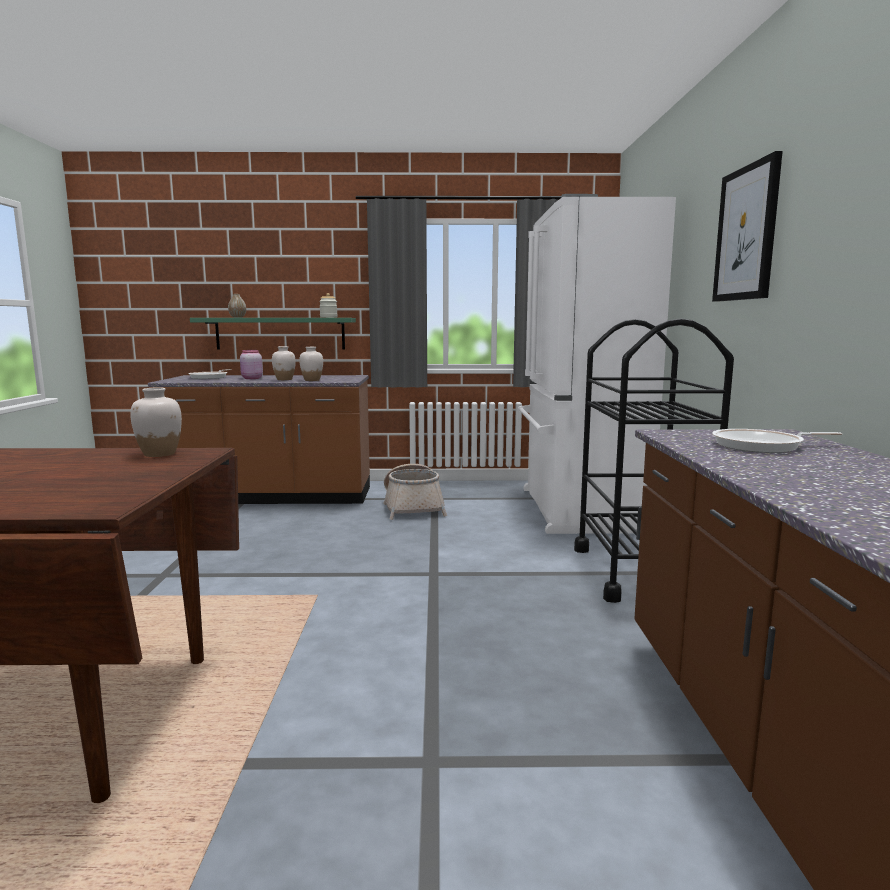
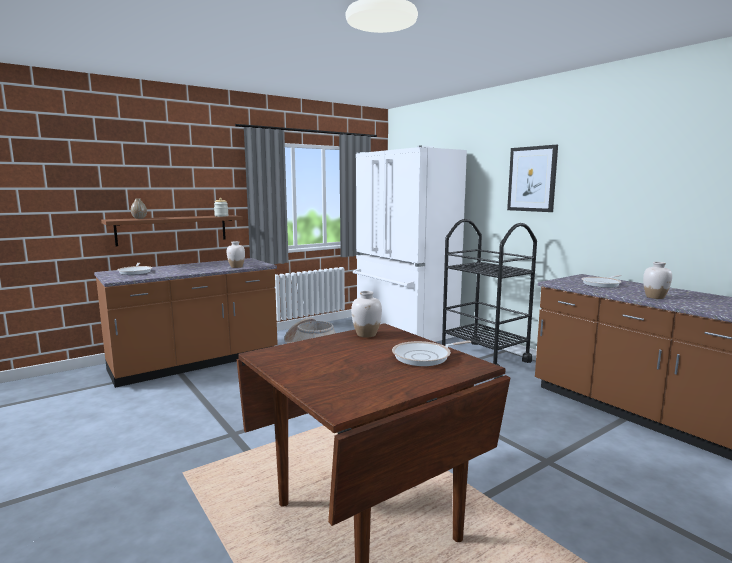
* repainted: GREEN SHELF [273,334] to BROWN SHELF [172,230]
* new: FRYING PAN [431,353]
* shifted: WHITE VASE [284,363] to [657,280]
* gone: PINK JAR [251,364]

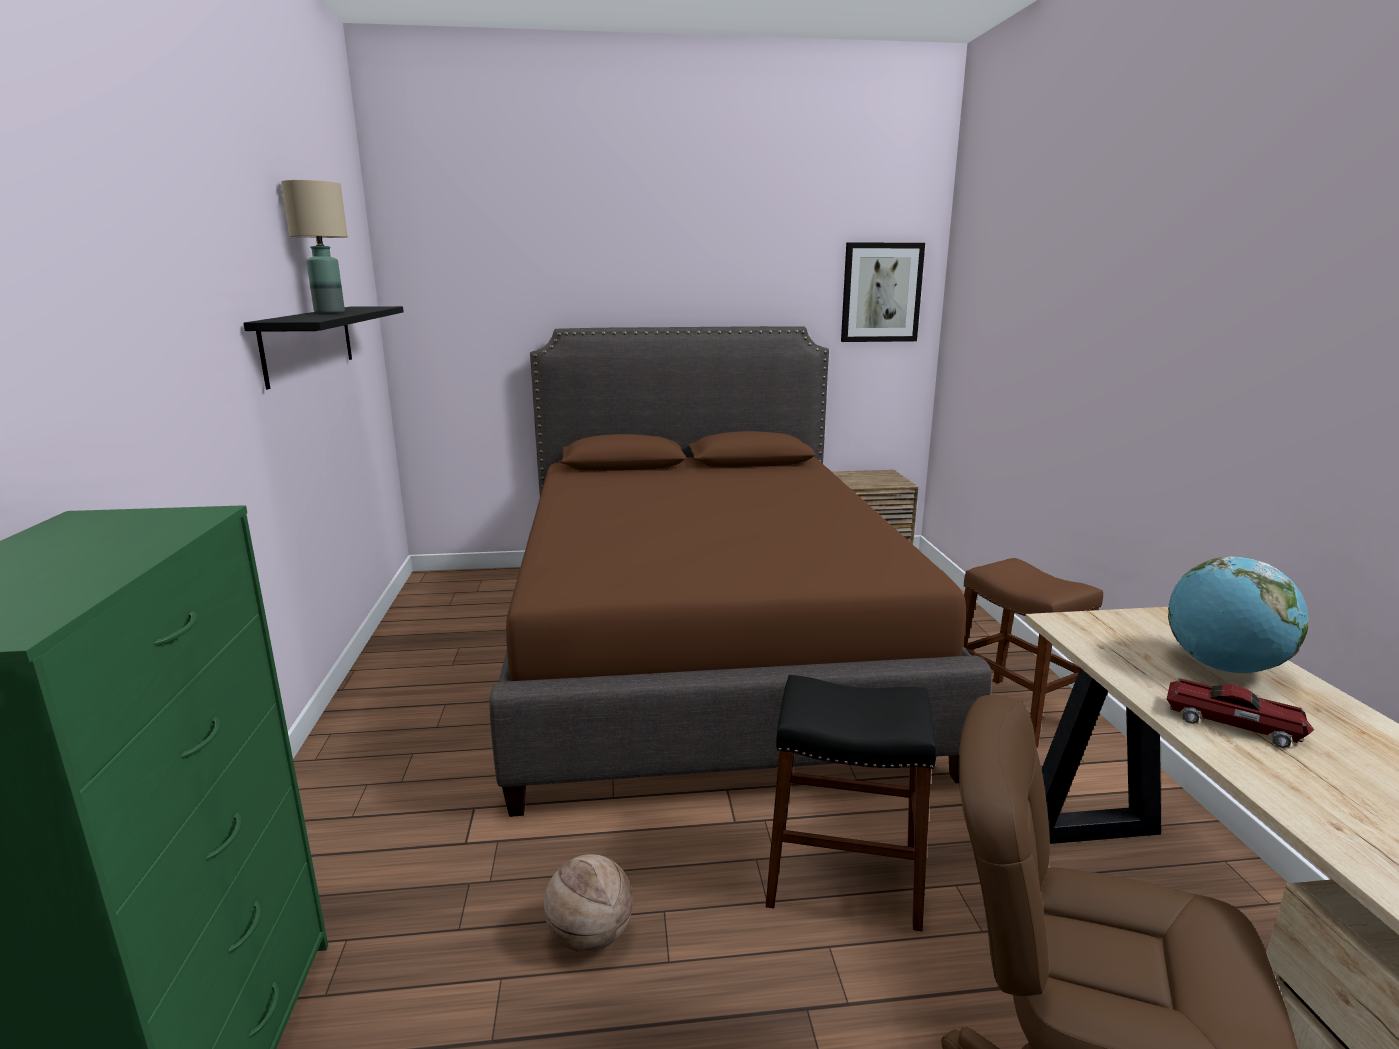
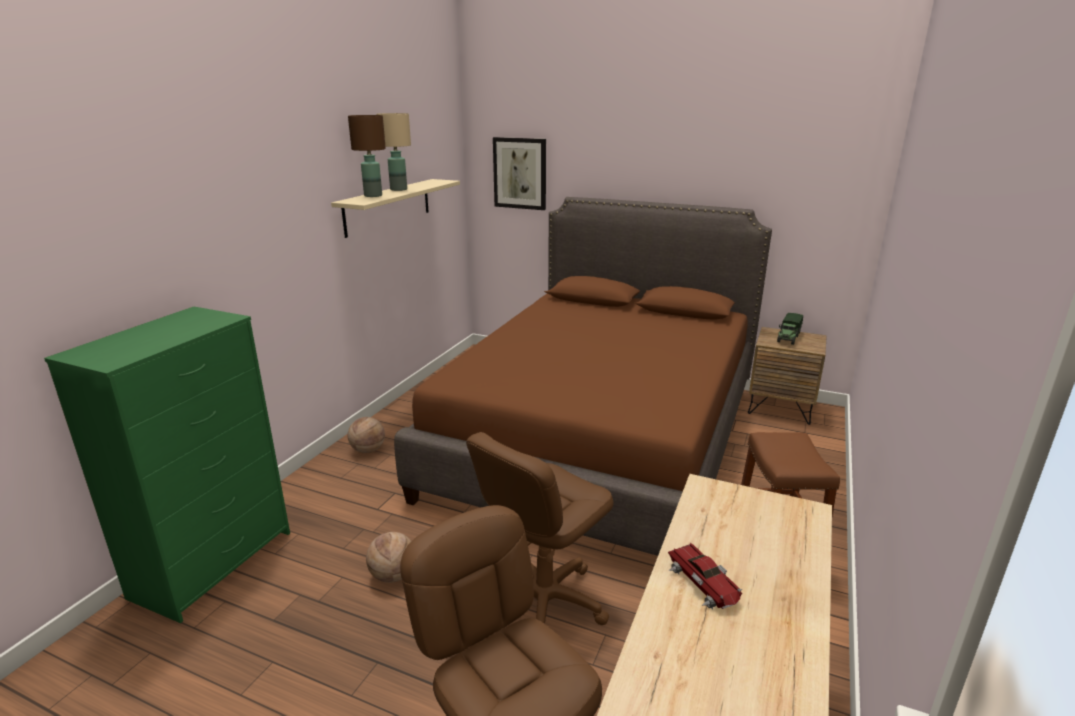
* repainted: BLACK SHELF [323,347] to BEIGE SHELF [395,208]
* new: BROWN TABLE LAMP [367,156]
* new: BASKETBALL [366,435]
* swapped: BLACK STOOL [851,803] to BROWN OFFICE CHAIR [539,528]
* shifted: PICTURE [883,292] to [519,173]
* new: TOY TRUCK [790,329]
* gone: GLOBE [1238,614]

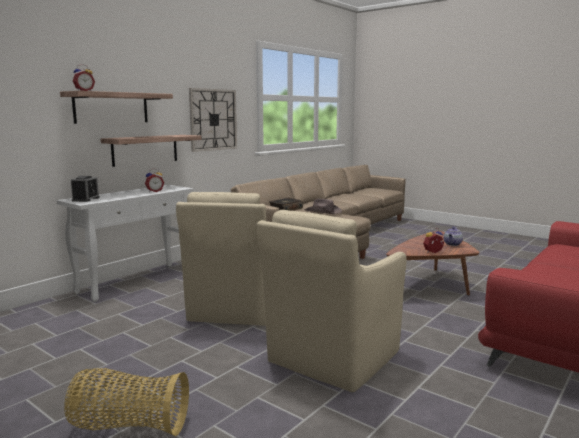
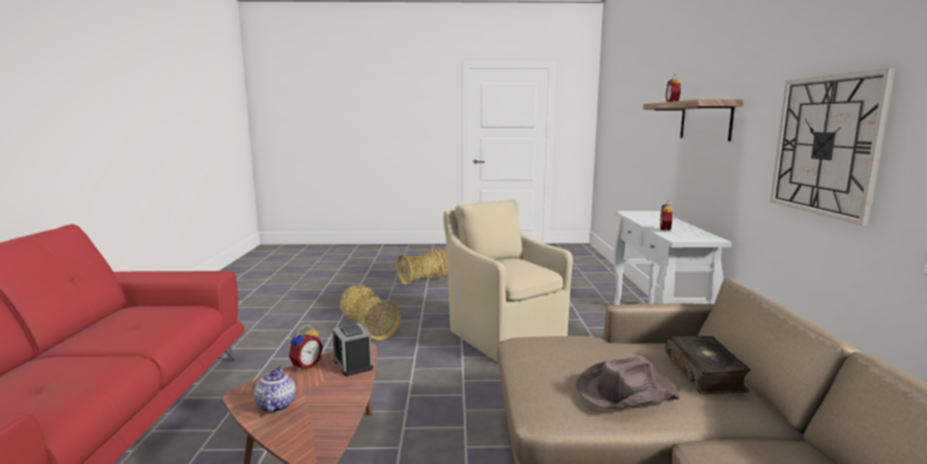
* shifted: ALARM CLOCK [85,189] to [352,349]
* swapped: BEIGE ARMCHAIR [332,301] to BASKET [370,312]
* gone: SHELF [150,151]

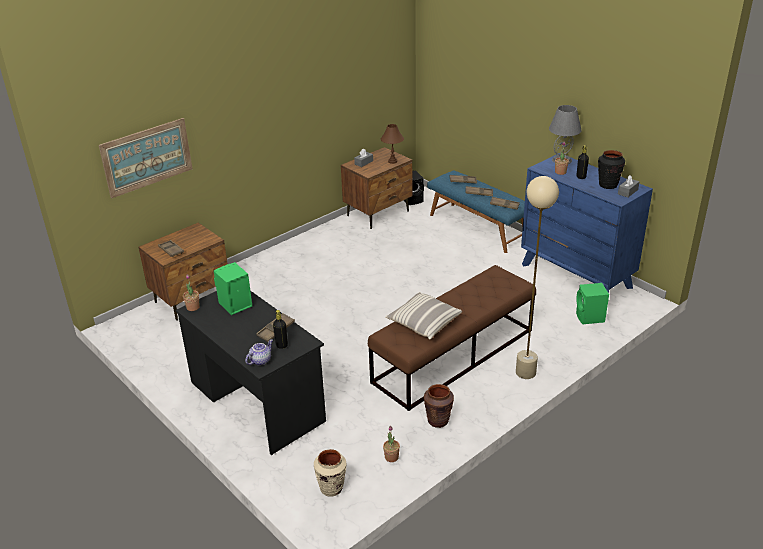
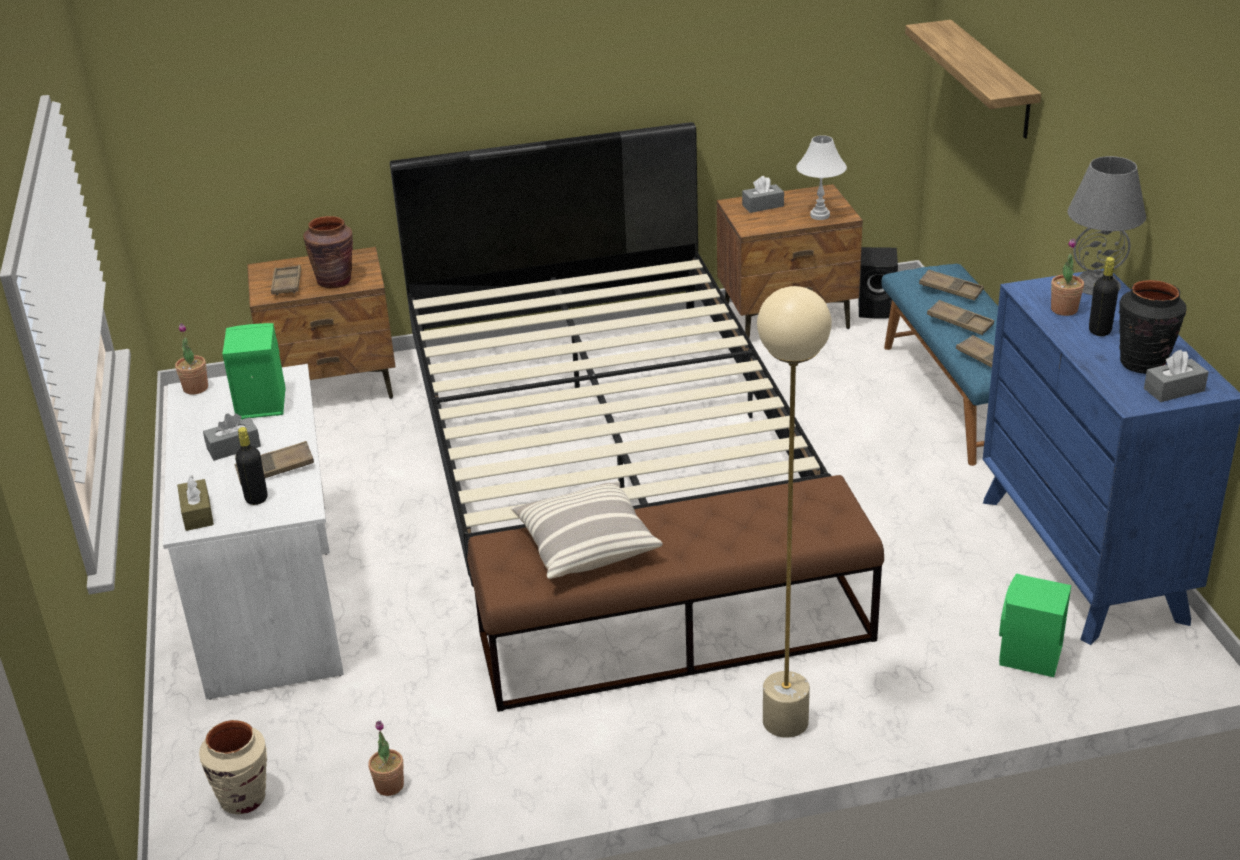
* repainted: BLACK DESK [251,373] to WHITE DESK [253,532]
* swapped: TEAPOT [259,352] to BROWN TISSUE BOX [195,503]
* new: GREY TISSUE BOX [232,437]
* shifted: BROWN VASE [439,406] to [328,252]
* new: BLACK BED [611,354]
* repainted: BROWN TABLE LAMP [392,144] to WHITE TABLE LAMP [821,177]
* new: SHELF [973,79]
* gone: PICTURE [146,158]

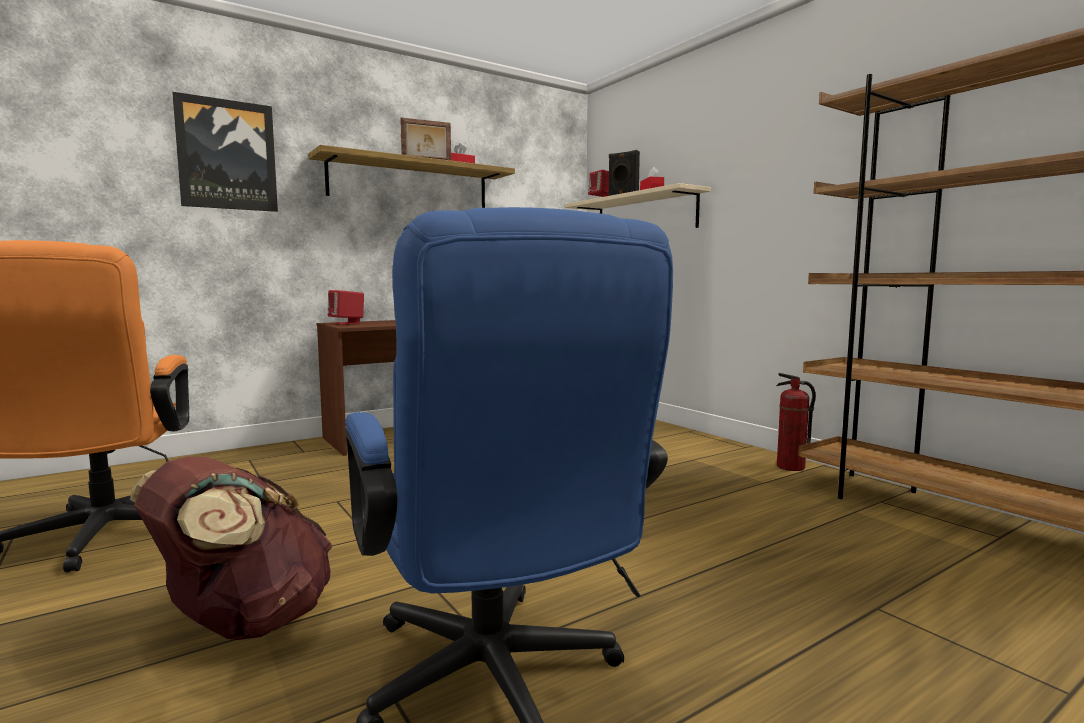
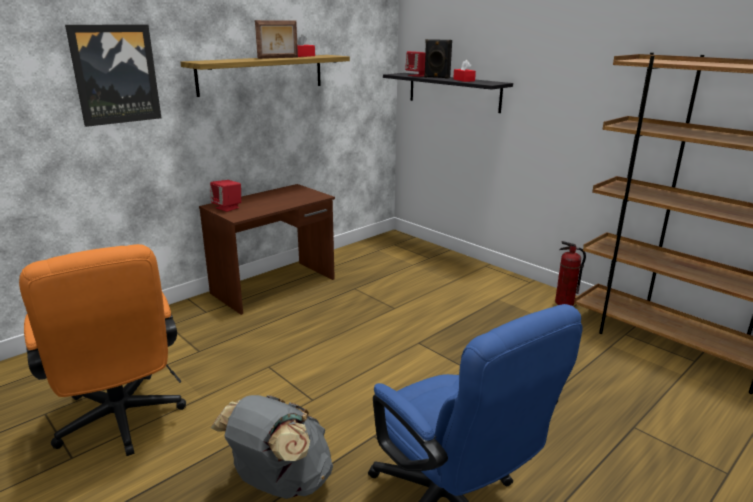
* repainted: BROWN BACKPACK [231,548] to GREY BACKPACK [272,447]
* repainted: BEIGE SHELF [637,205] to BLACK SHELF [448,93]

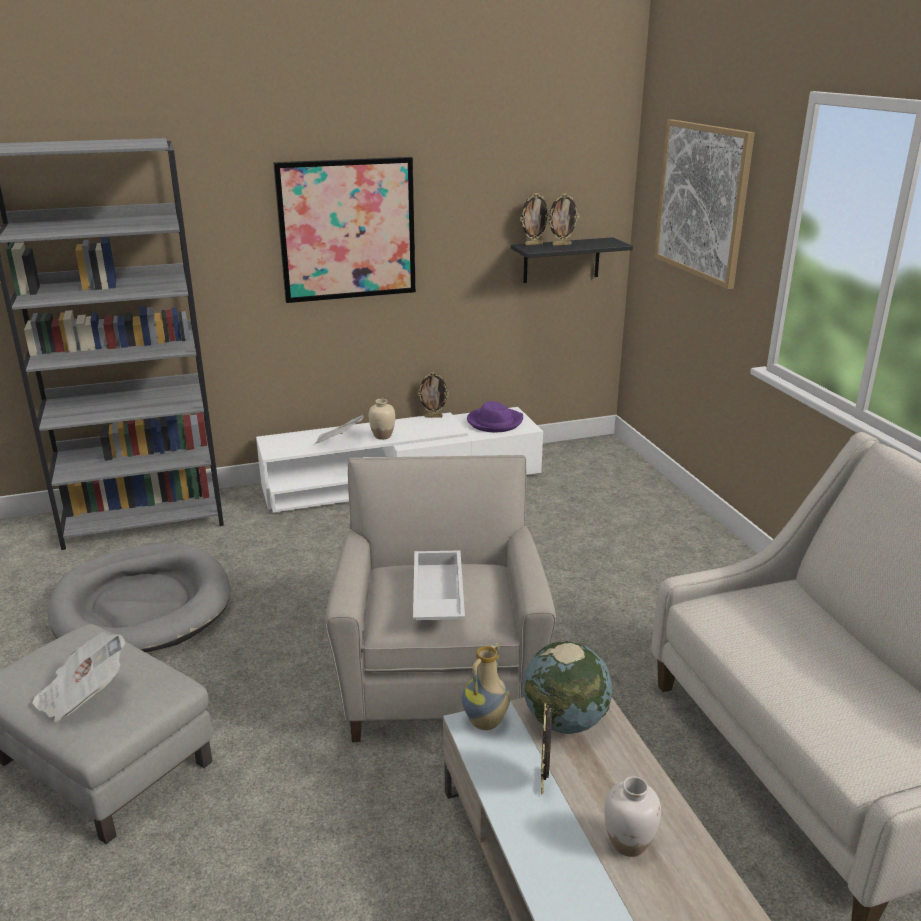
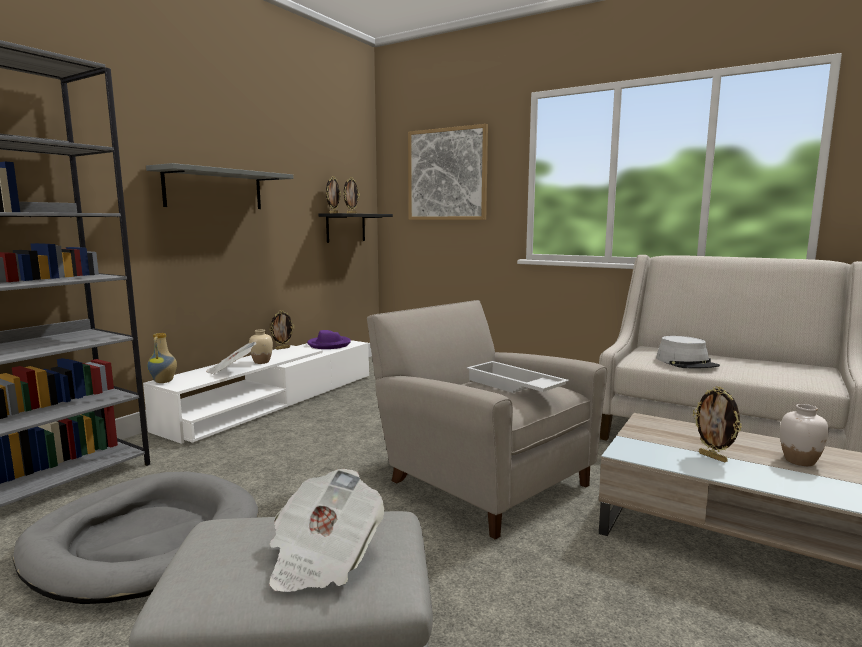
* swapped: PICTURE [344,230] to GREY SHELF [219,186]
* shifted: VASE [486,686] to [162,358]
* new: GREY HAT [688,352]
* gone: GLOBE [567,687]

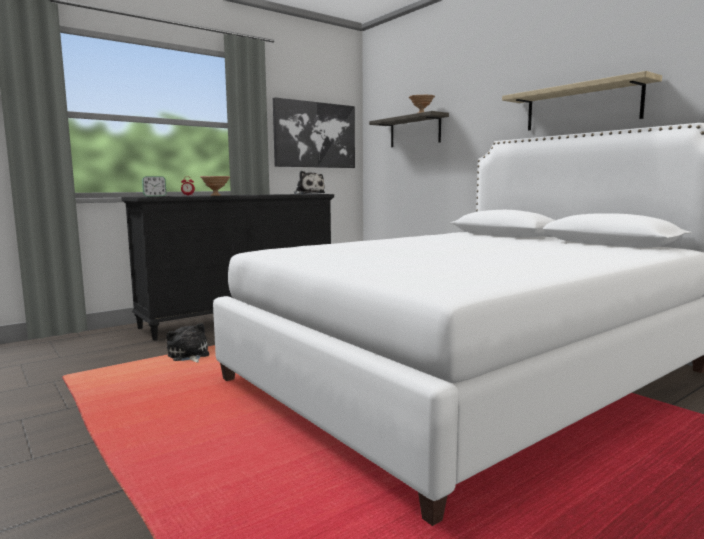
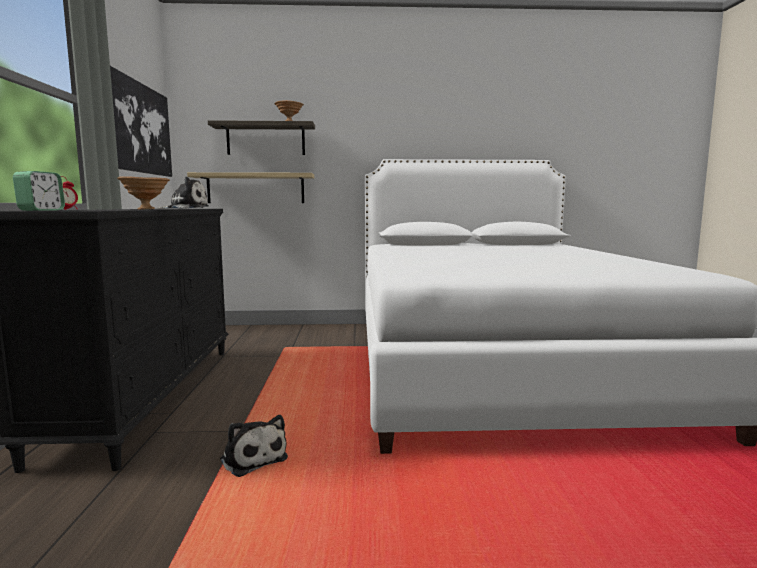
* shifted: SHELF [582,101] to [250,187]
* rotated: PLUSH TOY [187,343] = [254,446] 135 degrees counterclockwise

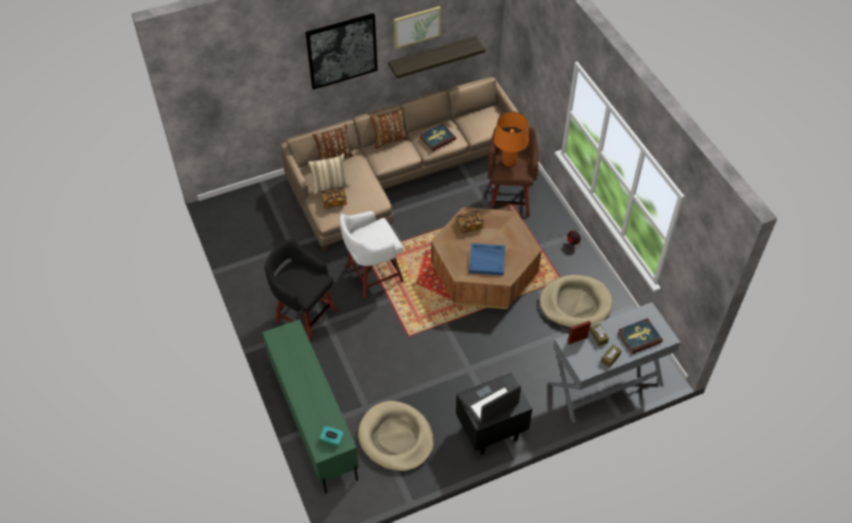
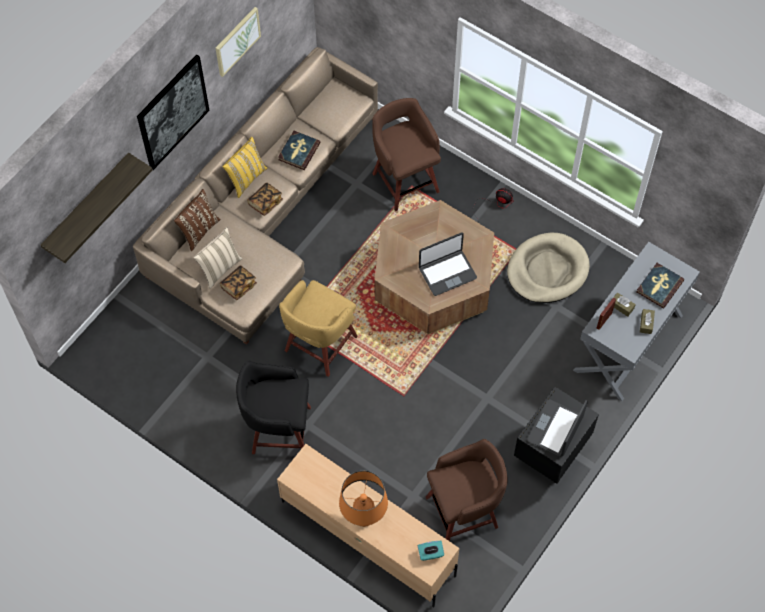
* shifted: SHELF [436,57] to [97,208]
* repainted: BROWN PILLOW [389,128] to YELLOW PILLOW [245,167]
* shifted: BOOK [470,222] to [265,199]
* repainted: GREEN TV STAND [310,406] to BEIGE TV STAND [368,525]
* repainted: WHITE STOOL [372,254] to YELLOW STOOL [318,328]
* shifted: ORANGE TABLE LAMP [511,138] to [363,499]
* swapped: BLUE TRAY [487,259] to LAPTOP [448,264]
* swapped: BEIGE DOG BED [396,436] to BROWN STOOL [467,490]

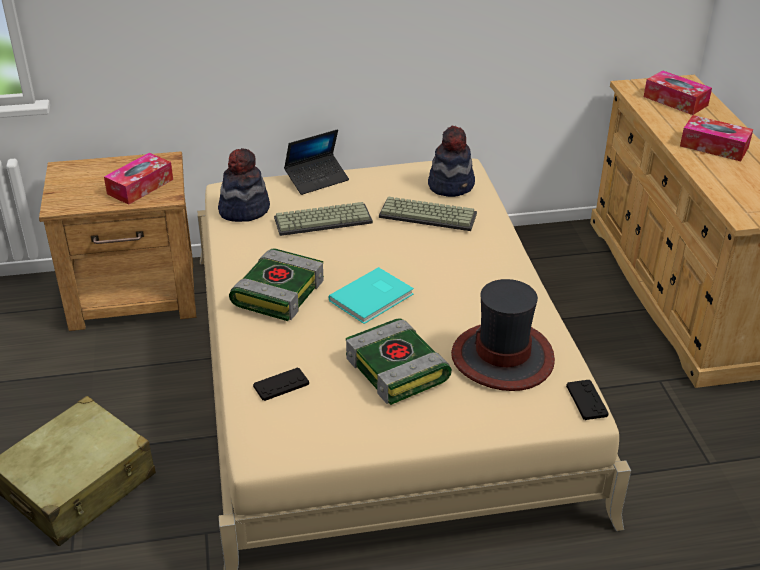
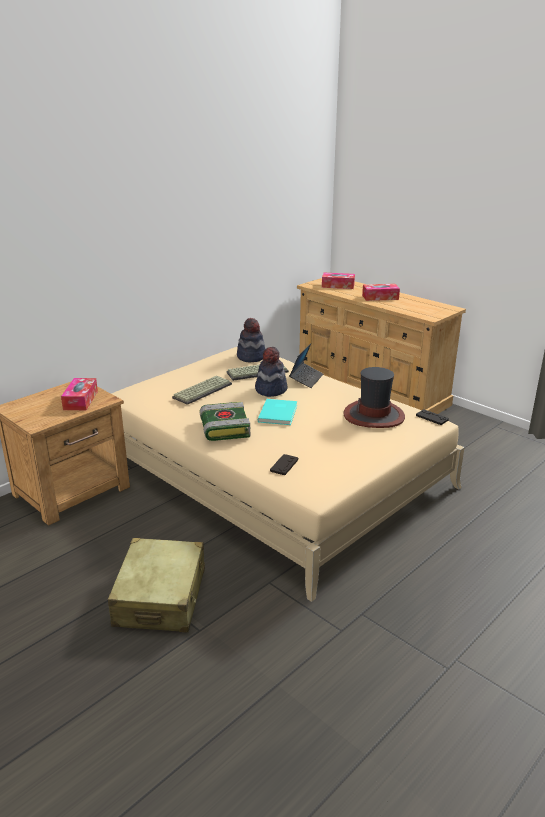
* shifted: HAT [244,185] to [271,372]
* shifted: LAPTOP [316,162] to [306,366]
* gone: BOOK [399,361]

